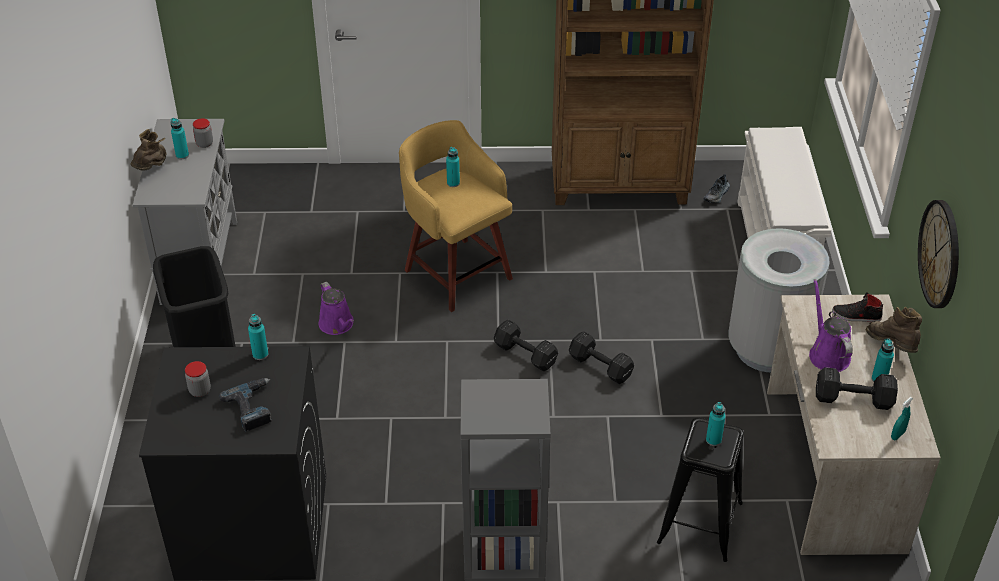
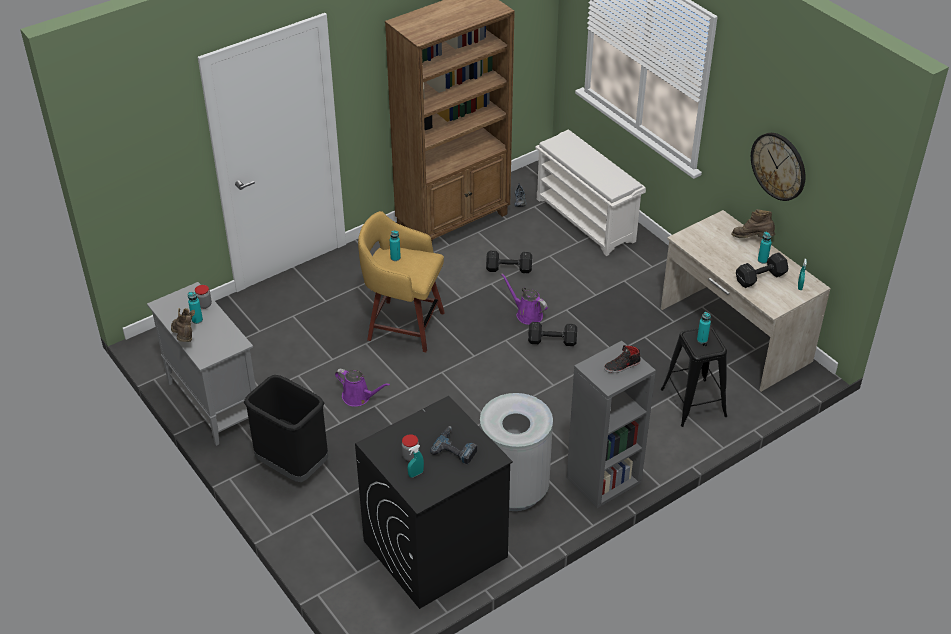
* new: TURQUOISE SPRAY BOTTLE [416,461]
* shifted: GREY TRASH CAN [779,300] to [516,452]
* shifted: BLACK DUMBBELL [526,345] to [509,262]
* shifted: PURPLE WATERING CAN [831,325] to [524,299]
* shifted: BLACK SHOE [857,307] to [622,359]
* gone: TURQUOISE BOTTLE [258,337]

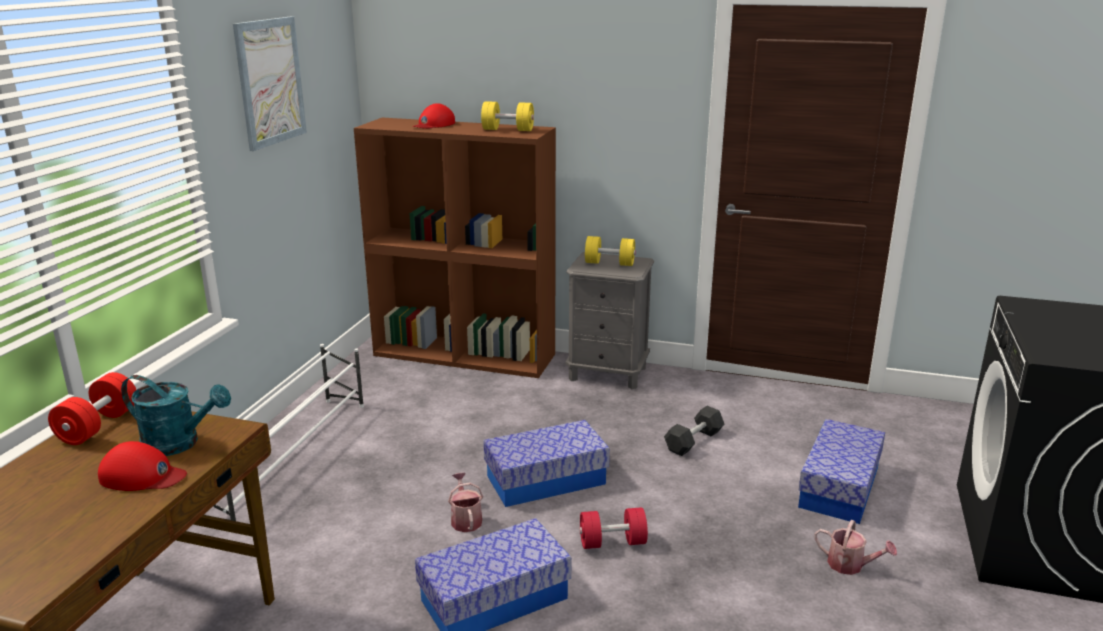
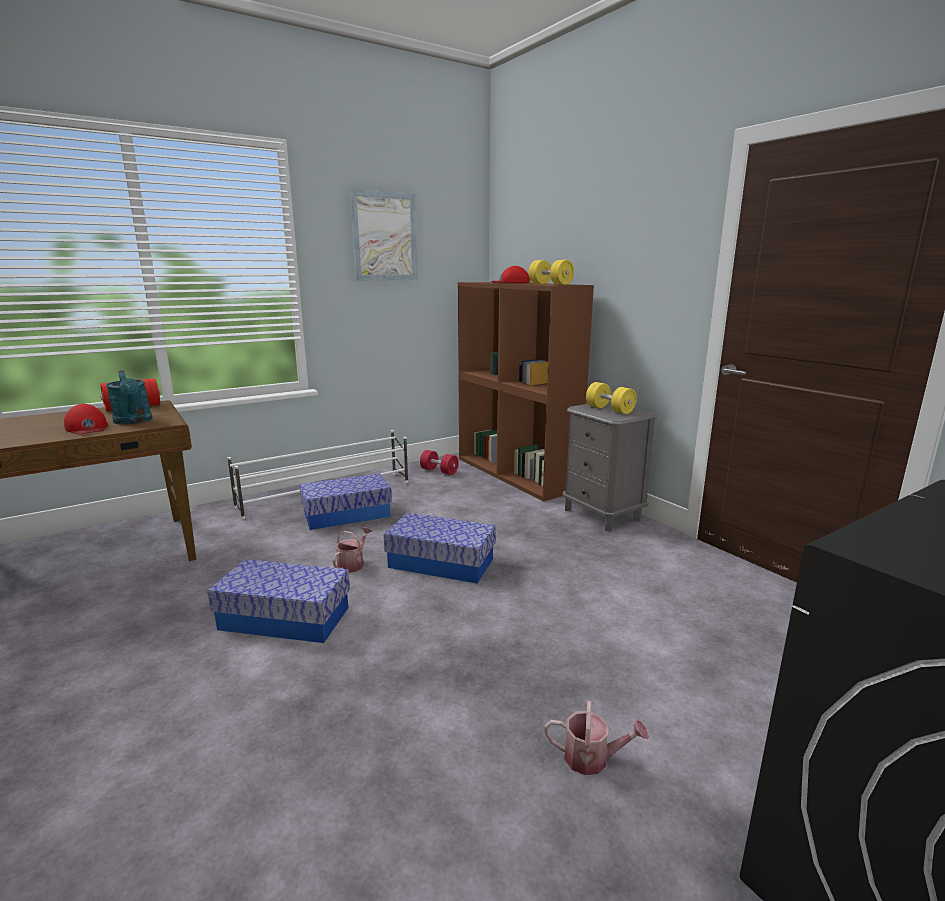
* shifted: STORAGE BOX [841,471] to [346,502]
* shifted: RED DUMBBELL [613,528] to [439,462]
* rotated: WATERING CAN [855,547] = [597,737] 60 degrees counterclockwise
* gone: BLACK DUMBBELL [694,431]

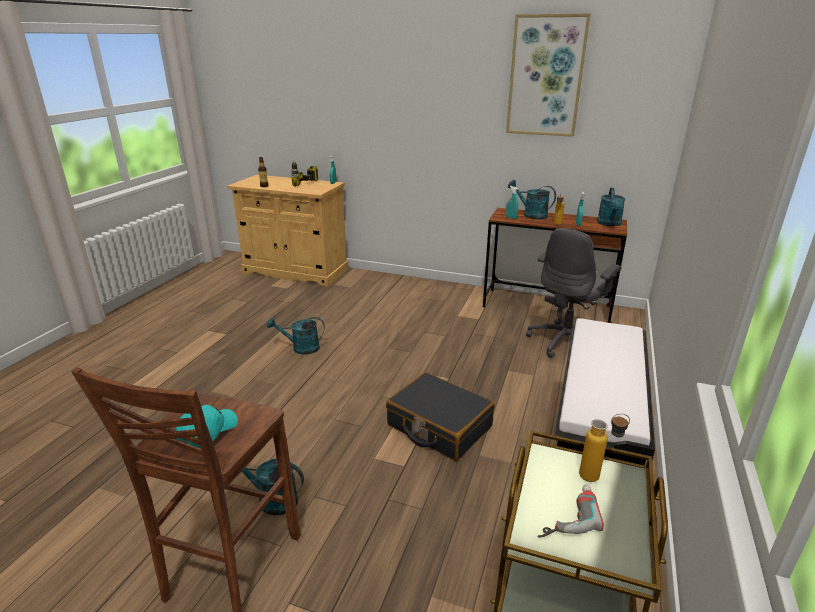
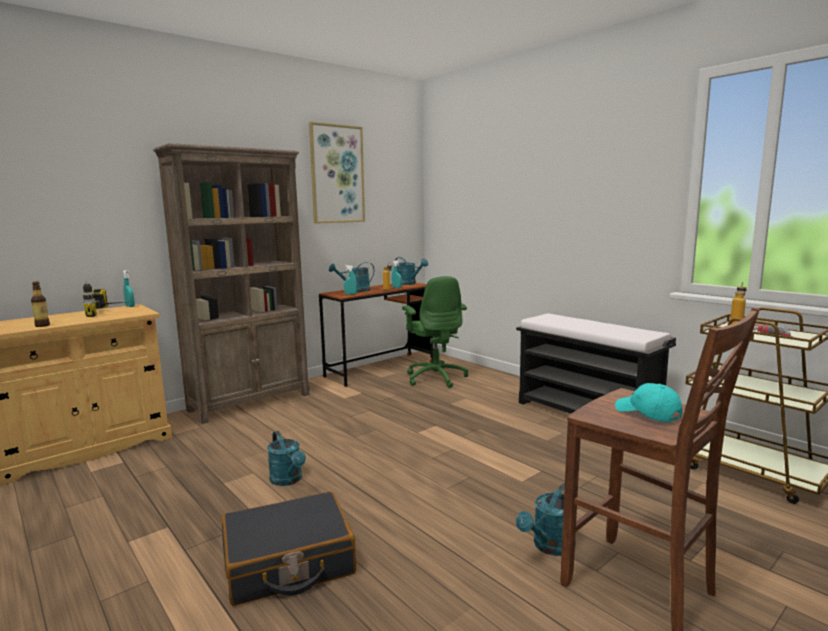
* new: BROWN BOOKCASE [231,283]
* shifted: BLACK SUITCASE [440,416] to [289,548]
* rotated: TURQUOISE WATERING CAN [296,336] = [286,458] 60 degrees counterclockwise
* repainted: GREY OFFICE CHAIR [574,293] to GREEN OFFICE CHAIR [435,332]

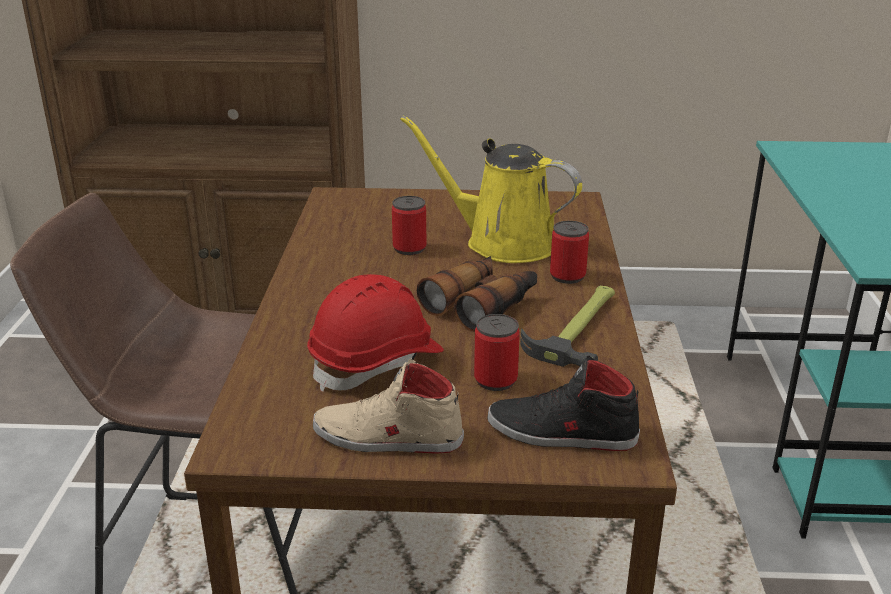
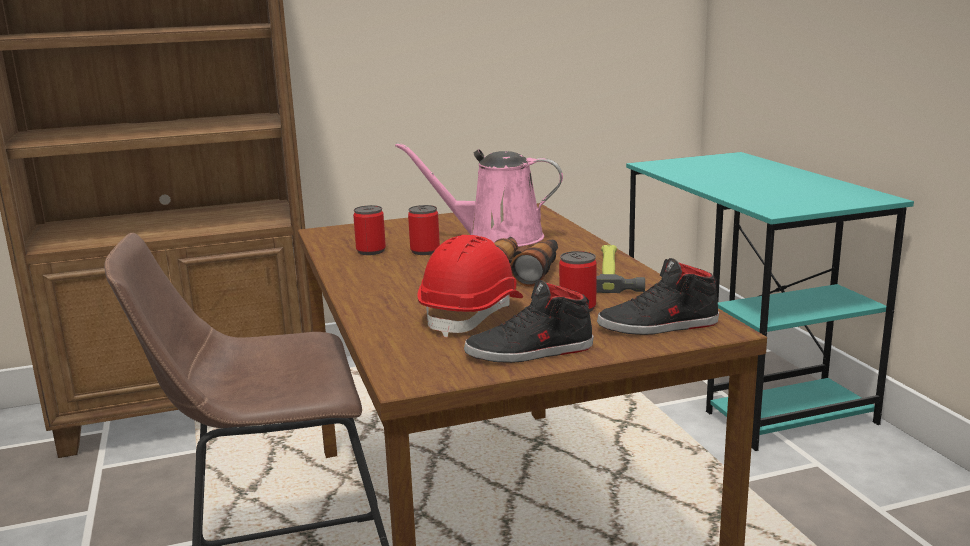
* shifted: CAN [569,252] to [369,230]
* repainted: YELLOW WATERING CAN [491,189] to PINK WATERING CAN [479,194]
* repainted: BEIGE SHOE [388,406] to BLACK SHOE [529,321]

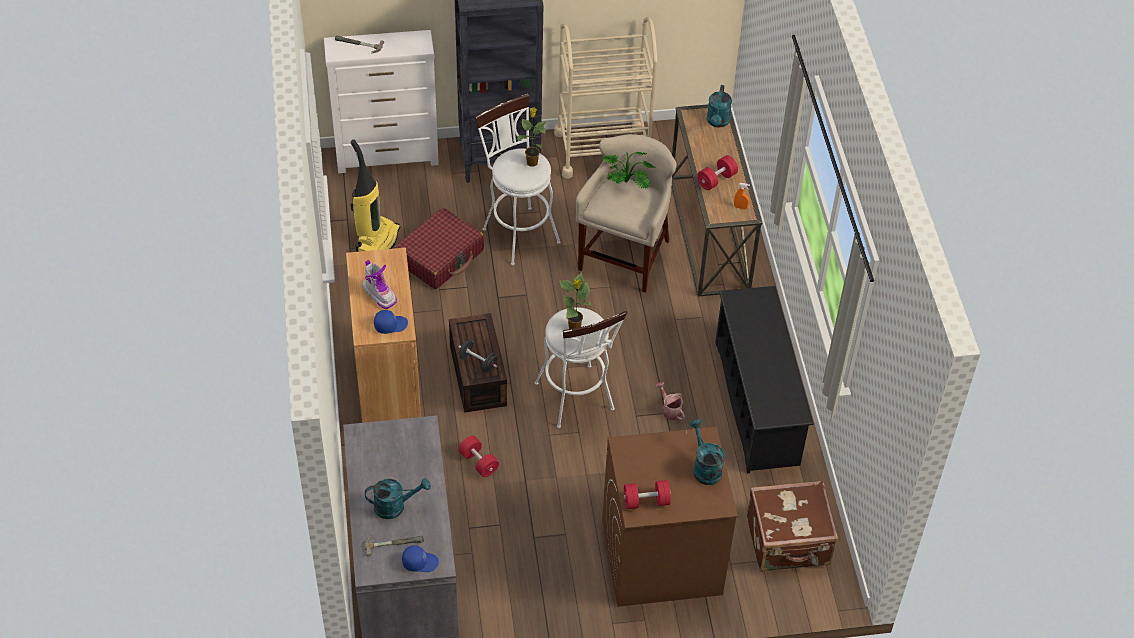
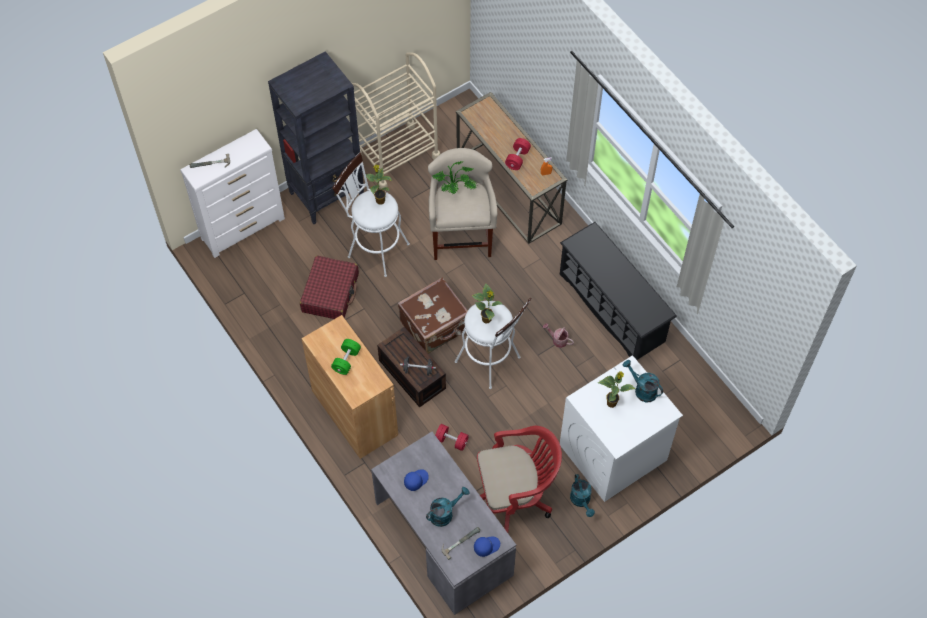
* swapped: BOOT [379,284] to GREEN DUMBBELL [346,357]
* shifted: BROWN SUITCASE [792,526] to [433,315]
* shifted: BLUE CAP [391,322] to [416,480]
* new: RED OFFICE CHAIR [519,479]
* repainted: BROWN WASHING MACHINE [670,517] to WHITE WASHING MACHINE [621,428]
* shifted: TURQUOISE WATERING CAN [719,106] to [582,495]
* new: POTTED PLANT [617,389]
* gone: VACUUM CLEANER [375,196]
* gone: RED DUMBBELL [647,494]

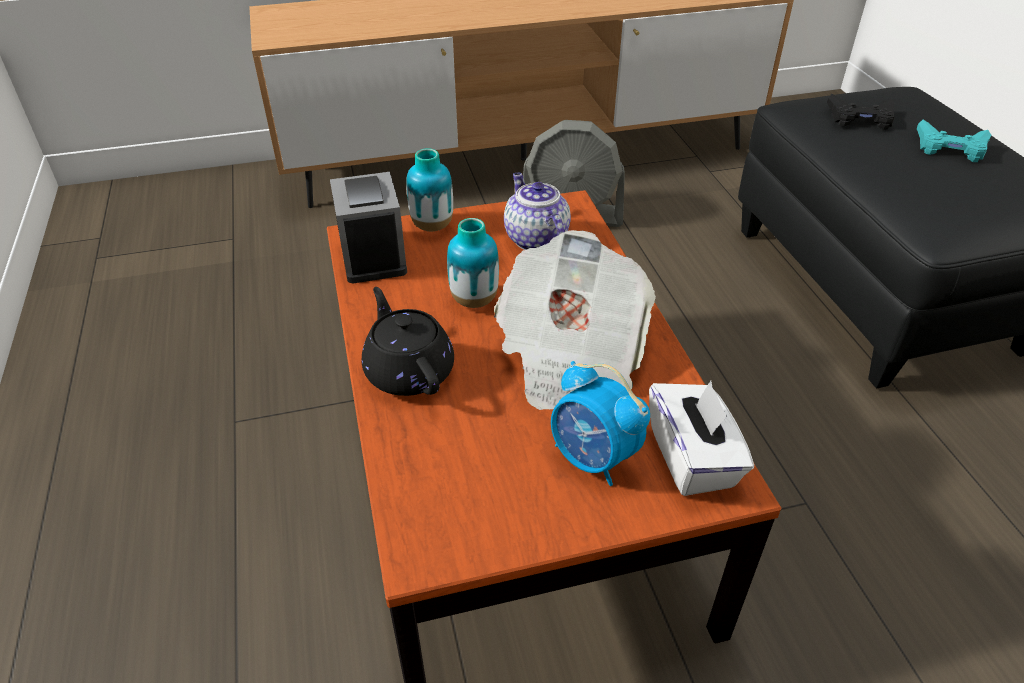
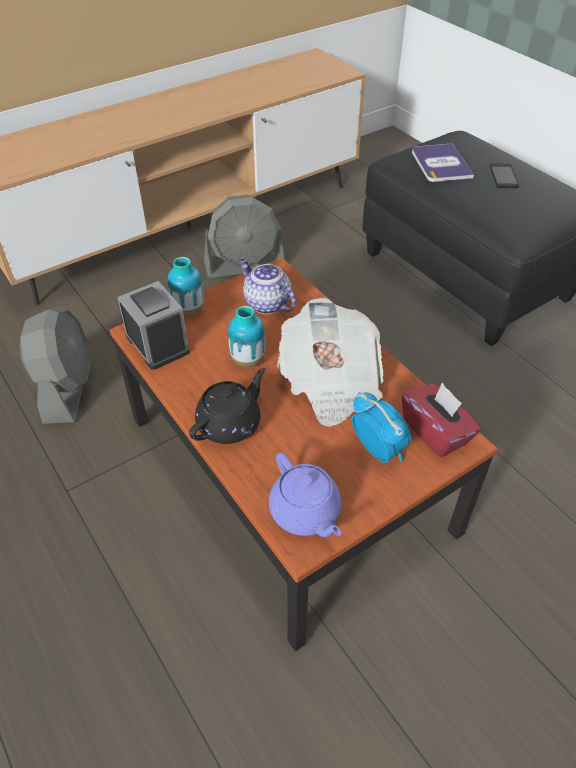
* new: GREY FAN [55,365]
* rotated: BLACK TEAPOT [407,341] = [227,406] 90 degrees clockwise
* new: PURPLE TEAPOT [305,494]
* rotated: ALARM CLOCK [600,423] = [381,427] 150 degrees counterclockwise
* repainted: WHITE TISSUE BOX [701,438] to RED TISSUE BOX [441,419]
* swapped: BLACK GAME CONTROLLER [861,112] to BOOK [443,162]
* swapped: TURQUOISE GAME CONTROLLER [954,141] to PHONE [504,175]

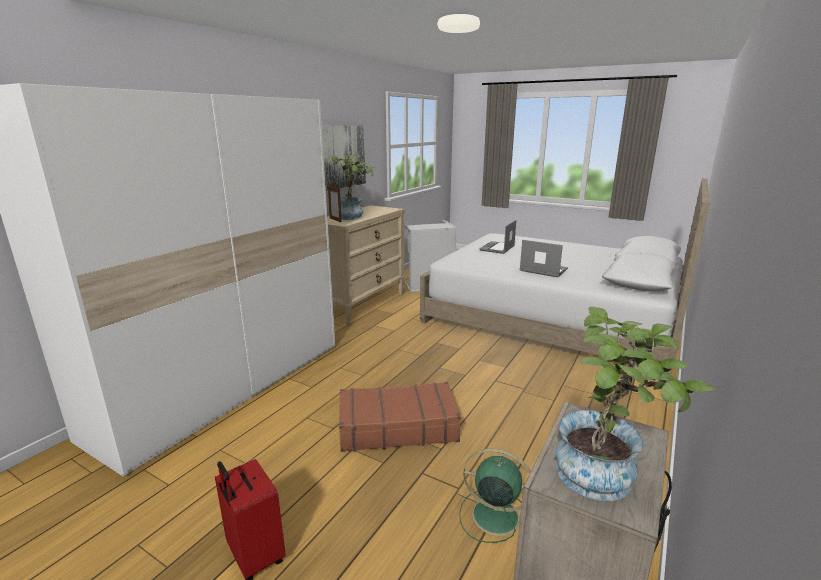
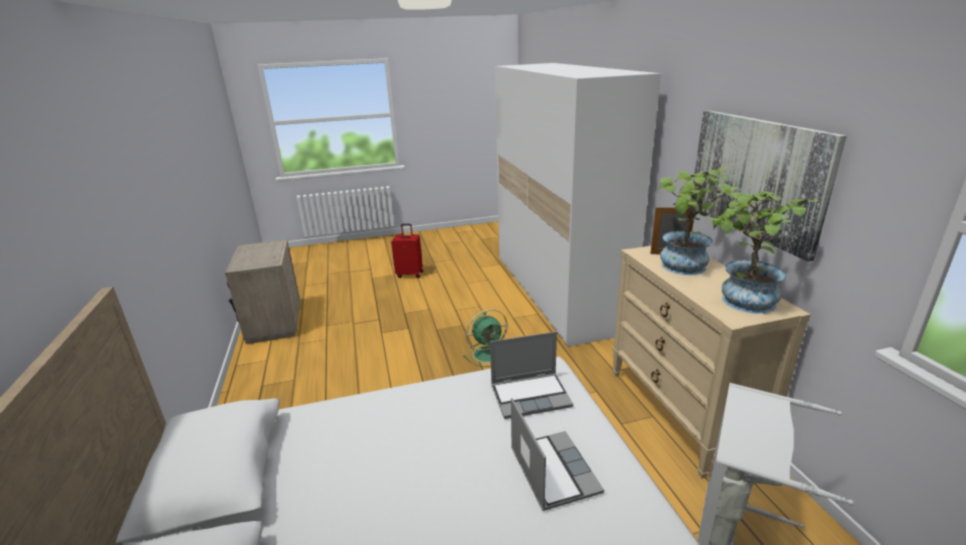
* shifted: GREEN FAN [495,496] to [485,338]
* shifted: LAPTOP [544,258] to [531,375]
* shifted: POTTED PLANT [635,404] to [764,252]
* gone: BROWN SUITCASE [400,417]

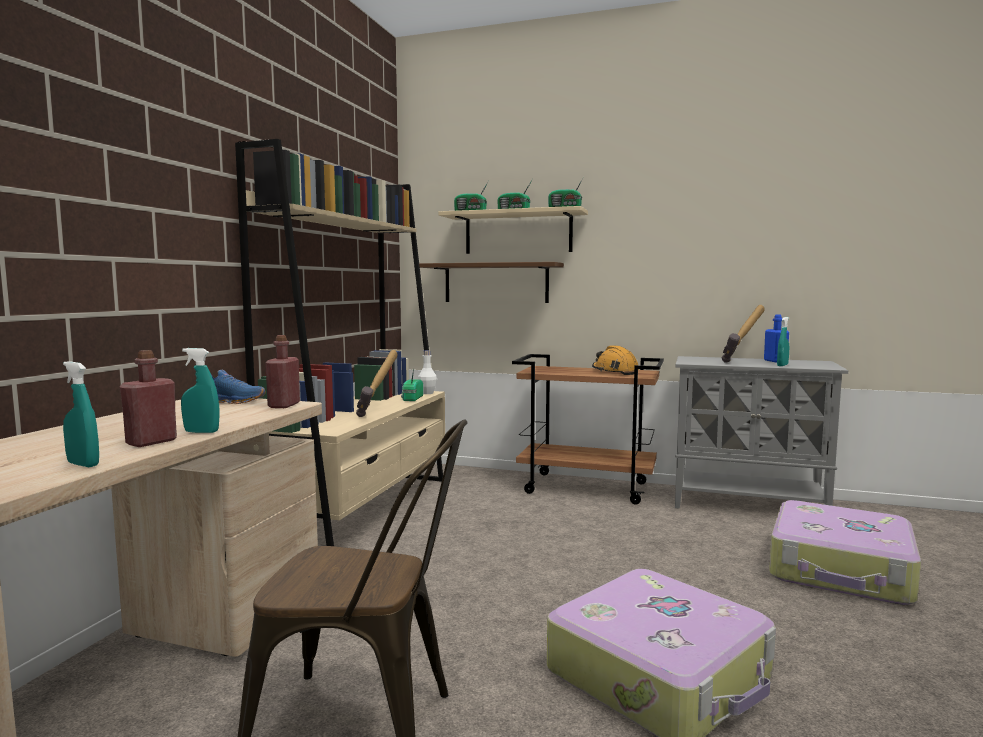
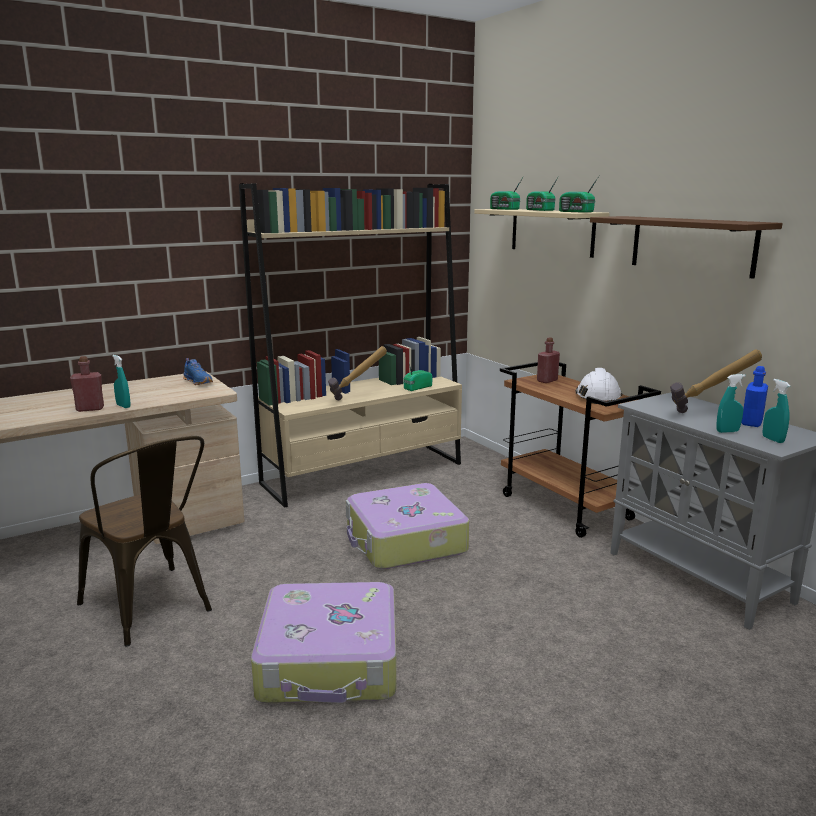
* shifted: SUITCASE [845,552] to [407,526]
* shifted: RED BOTTLE [282,371] to [548,360]
* repainted: ORANGE HARD HAT [615,360] to WHITE HARD HAT [598,386]
* shifted: BROWN SHELF [491,282] to [686,247]
* shifted: TURQUOISE SPRAY BOTTLE [81,414] to [776,411]
* gone: WHITE BOTTLE [427,372]

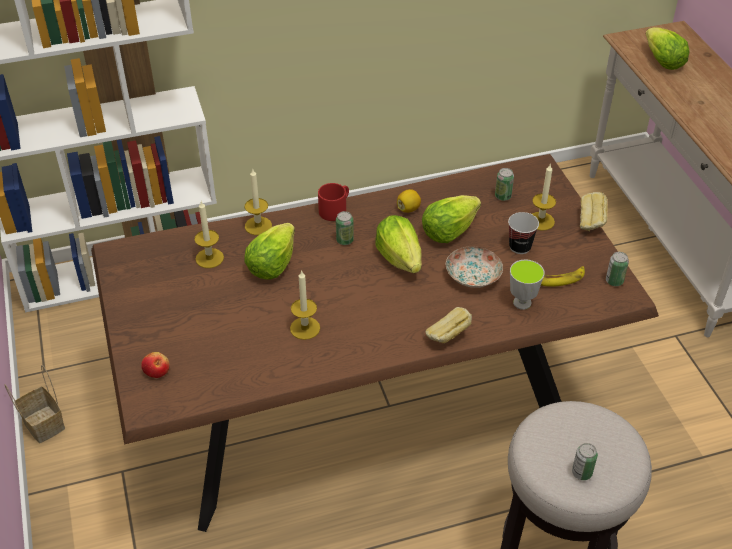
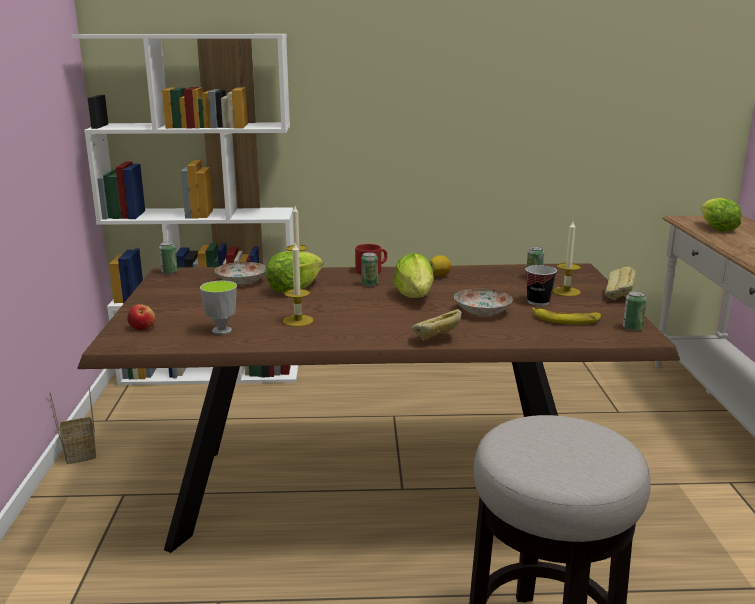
* shifted: CAN [585,461] to [168,258]
* shifted: CUP [527,284] to [218,308]
* swapped: CANDLE [209,234] to PLATE [240,273]
* gone: LETTUCE [451,219]

